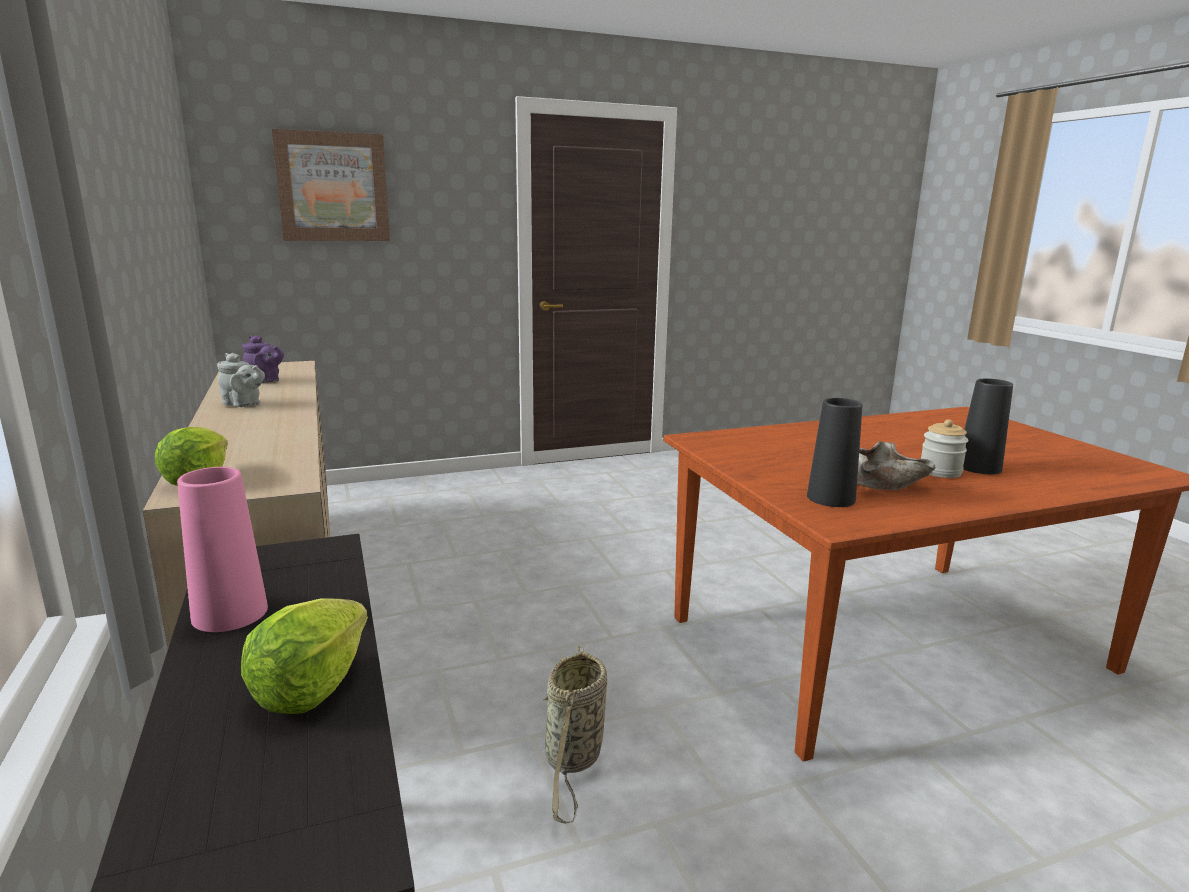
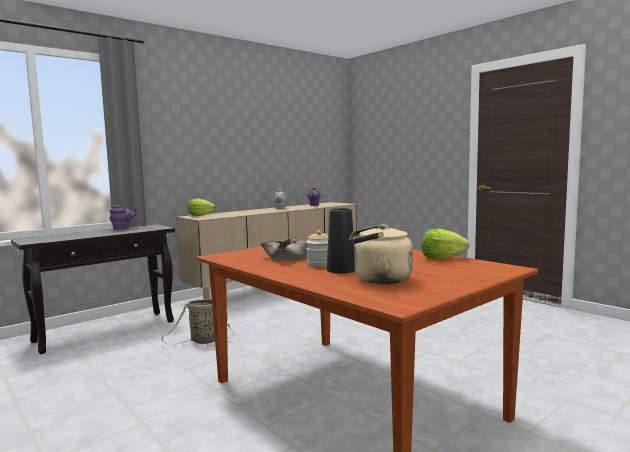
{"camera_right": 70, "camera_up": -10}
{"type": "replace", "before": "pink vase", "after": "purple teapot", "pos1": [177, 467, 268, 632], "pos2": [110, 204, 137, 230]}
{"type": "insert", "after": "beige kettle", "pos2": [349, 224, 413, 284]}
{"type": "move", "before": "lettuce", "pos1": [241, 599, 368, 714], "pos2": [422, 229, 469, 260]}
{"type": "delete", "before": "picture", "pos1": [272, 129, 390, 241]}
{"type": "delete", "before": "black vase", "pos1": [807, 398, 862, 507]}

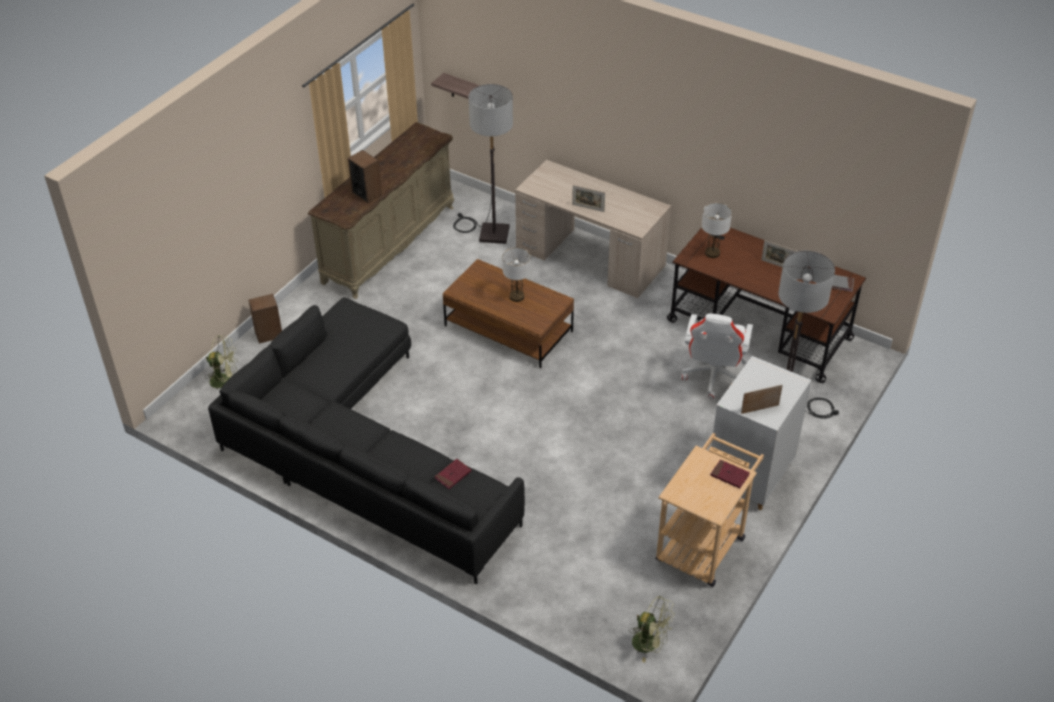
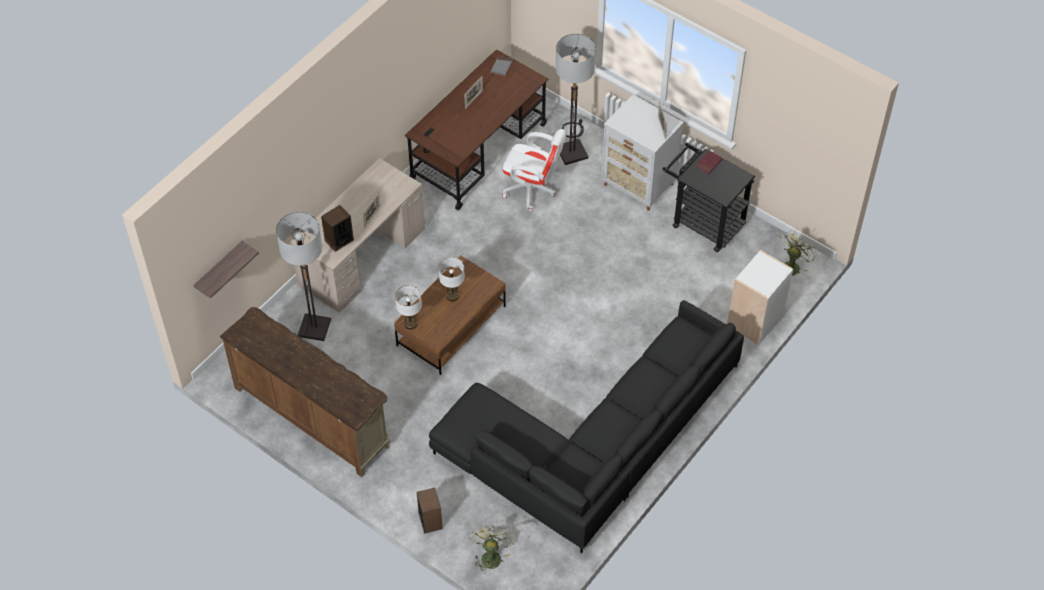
{"camera_right": -85, "camera_up": 10}
{"type": "move", "before": "speaker", "pos1": [348, 150, 382, 203], "pos2": [321, 205, 354, 252]}
{"type": "move", "before": "table lamp", "pos1": [702, 203, 732, 258], "pos2": [395, 285, 422, 330]}
{"type": "recolor", "before": "beige cart", "after": "black cart", "pos1": [656, 433, 764, 587], "pos2": [662, 143, 755, 252]}
{"type": "insert", "after": "white bookcase", "pos2": [727, 250, 793, 345]}
{"type": "delete", "before": "red book", "pos1": [435, 459, 471, 489]}

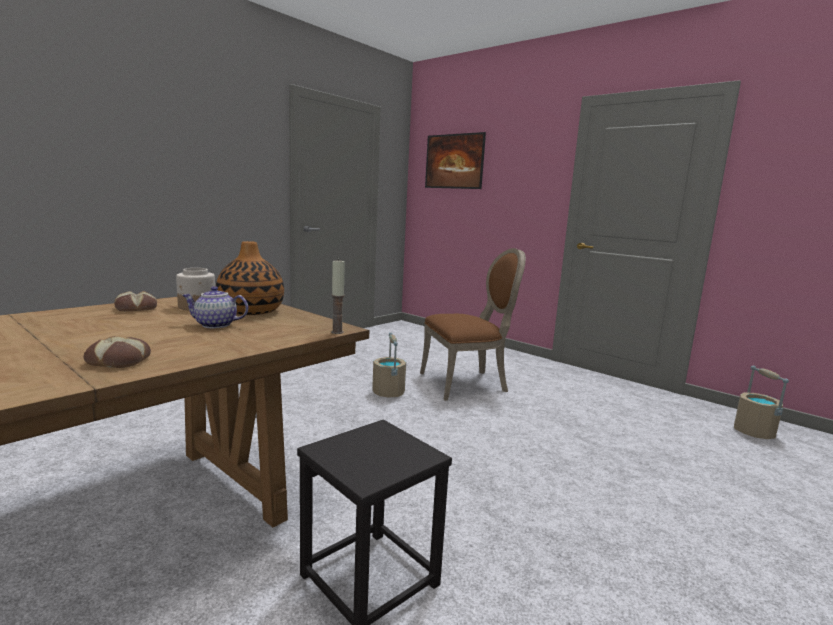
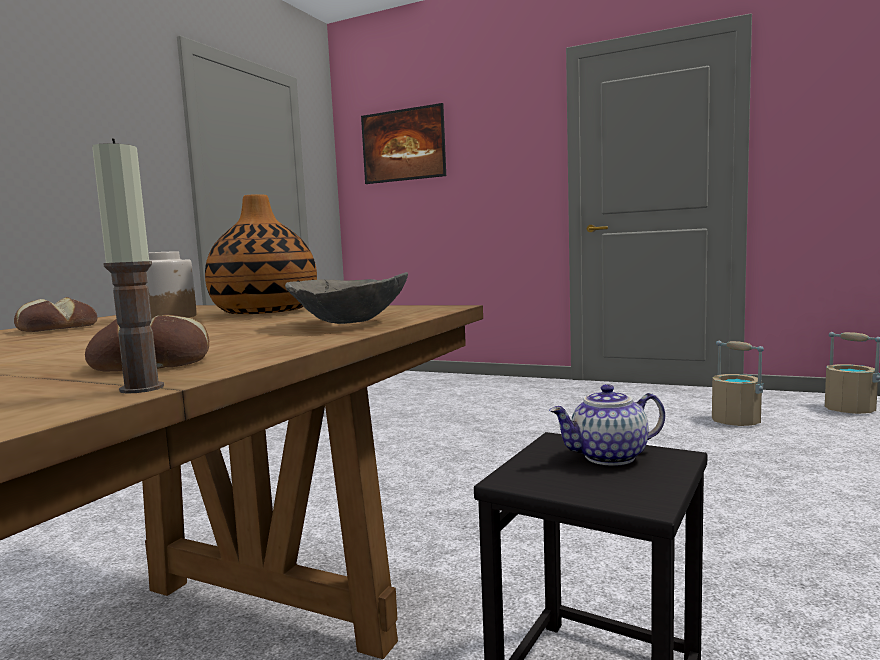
{"camera_right": -15, "camera_up": -5}
{"type": "move", "before": "candle", "pos1": [331, 259, 345, 334], "pos2": [92, 138, 164, 394]}
{"type": "insert", "after": "grey bowl", "pos2": [285, 272, 408, 324]}
{"type": "move", "before": "teapot", "pos1": [182, 286, 248, 328], "pos2": [549, 384, 665, 466]}
{"type": "move", "before": "beige bucket", "pos1": [372, 332, 406, 397], "pos2": [712, 341, 764, 426]}
{"type": "delete", "before": "brown chair", "pos1": [420, 248, 526, 401]}

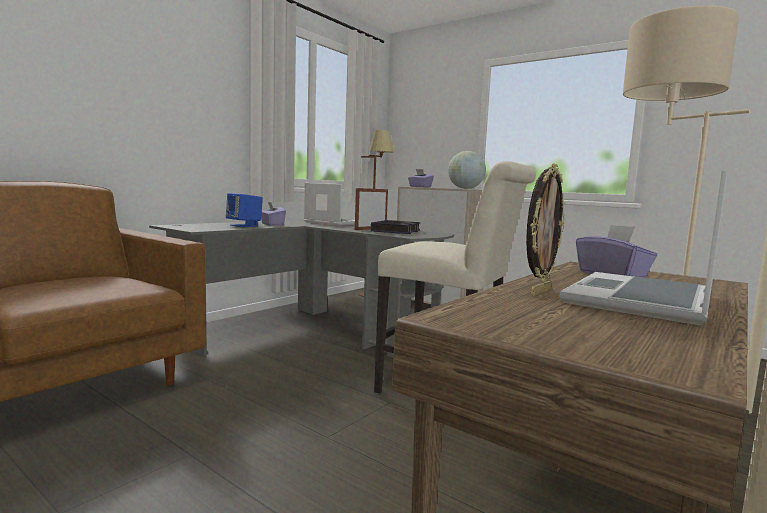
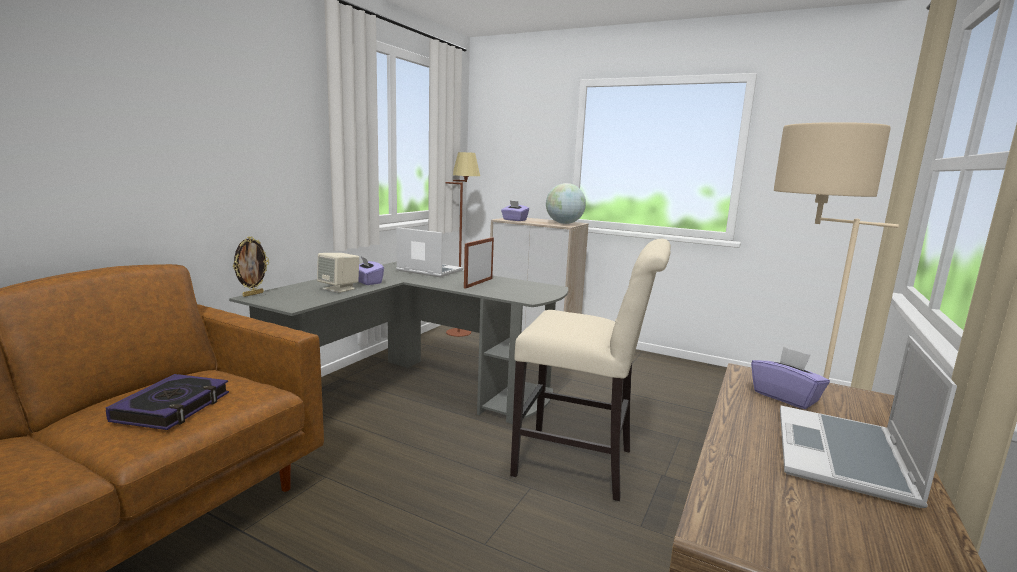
{"camera_right": -10, "camera_up": 5}
{"type": "move", "before": "book", "pos1": [371, 220, 420, 234], "pos2": [106, 374, 229, 430]}
{"type": "move", "before": "picture frame", "pos1": [526, 163, 565, 297], "pos2": [233, 236, 269, 297]}
{"type": "recolor", "before": "blue speaker", "after": "beige speaker", "pos1": [226, 193, 263, 227], "pos2": [317, 253, 359, 293]}

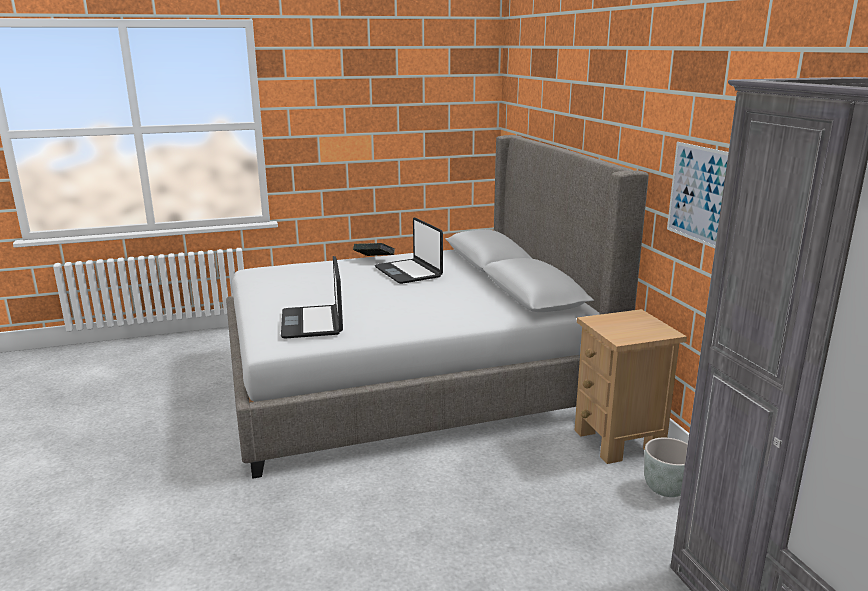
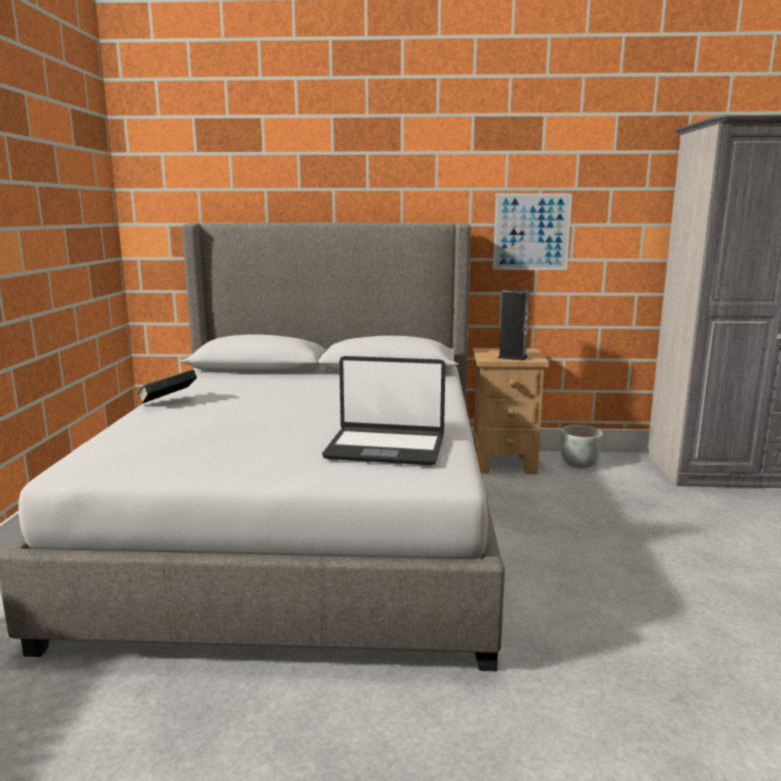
{"camera_right": -70, "camera_up": -5}
{"type": "insert", "after": "speaker", "pos2": [498, 289, 529, 361]}
{"type": "delete", "before": "laptop", "pos1": [375, 217, 443, 284]}

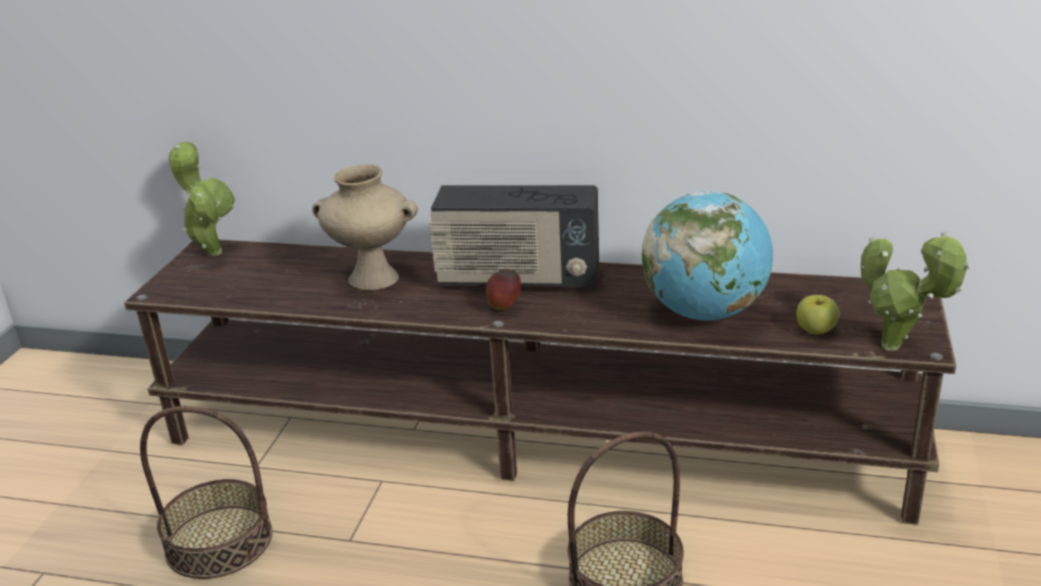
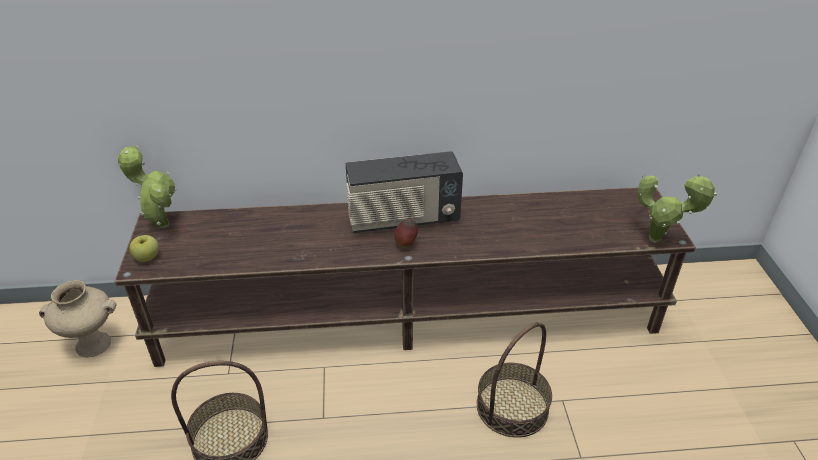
{"camera_right": -20, "camera_up": 10}
{"type": "move", "before": "beige vase", "pos1": [312, 164, 418, 290], "pos2": [39, 280, 116, 357]}
{"type": "move", "before": "apple", "pos1": [797, 295, 840, 334], "pos2": [129, 235, 159, 262]}
{"type": "delete", "before": "globe", "pos1": [642, 190, 773, 321]}

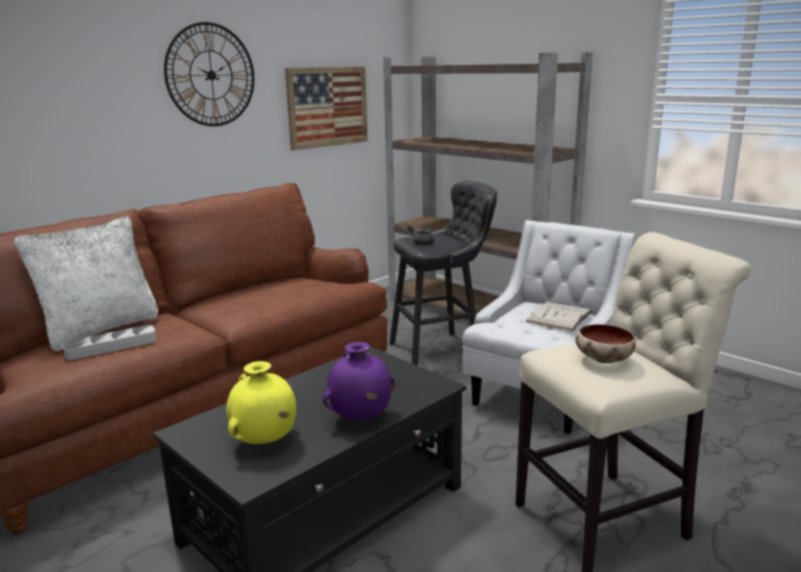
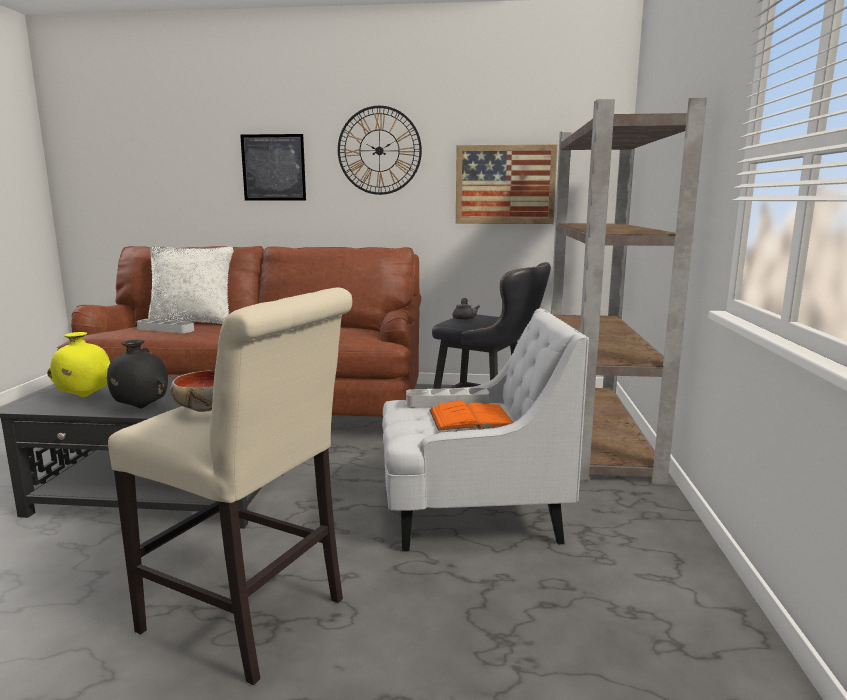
{"camera_right": 50, "camera_up": -5}
{"type": "recolor", "before": "purple vase", "after": "black vase", "pos1": [323, 342, 395, 420], "pos2": [107, 340, 168, 408]}
{"type": "insert", "after": "picture", "pos2": [240, 134, 306, 201]}
{"type": "insert", "after": "grey tray", "pos2": [406, 388, 489, 407]}
{"type": "recolor", "before": "white book", "after": "orange book", "pos1": [526, 302, 592, 331], "pos2": [429, 400, 513, 430]}

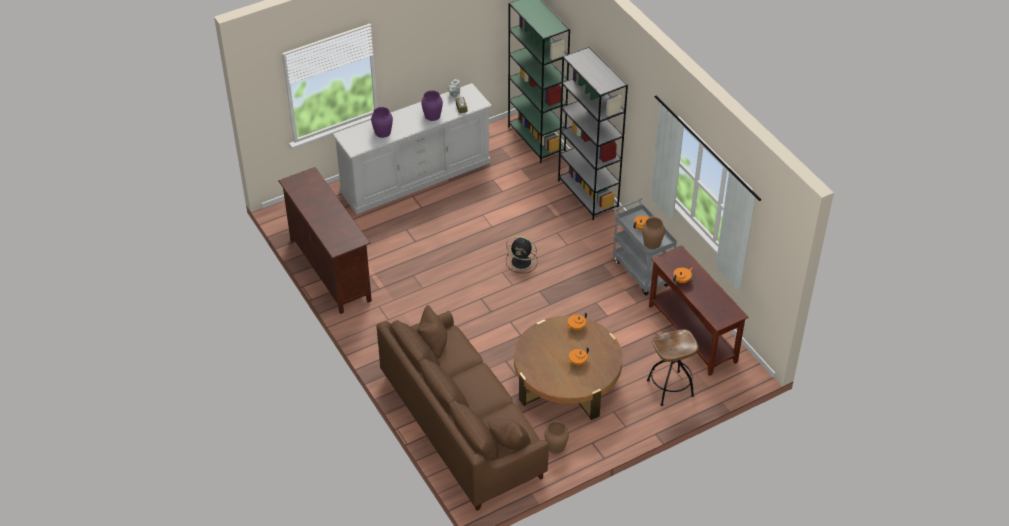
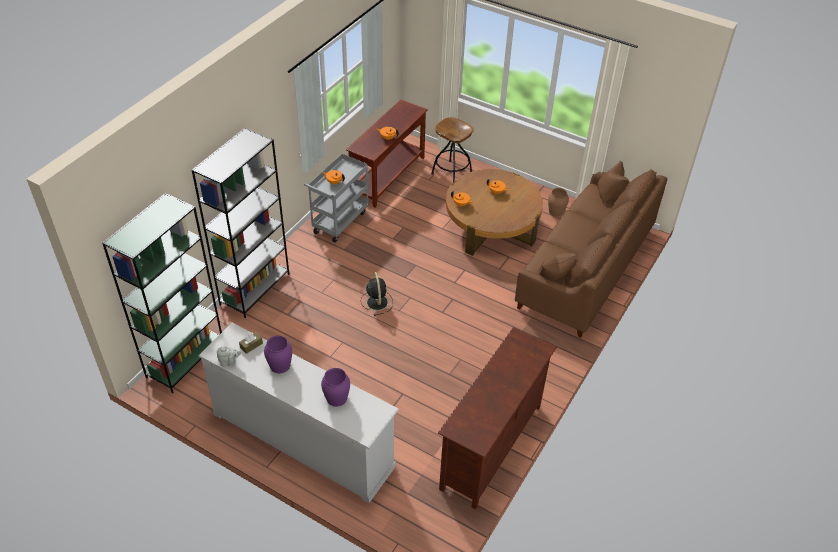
{"camera_right": -120, "camera_up": 0}
{"type": "delete", "before": "brown vase", "pos1": [642, 217, 665, 249]}

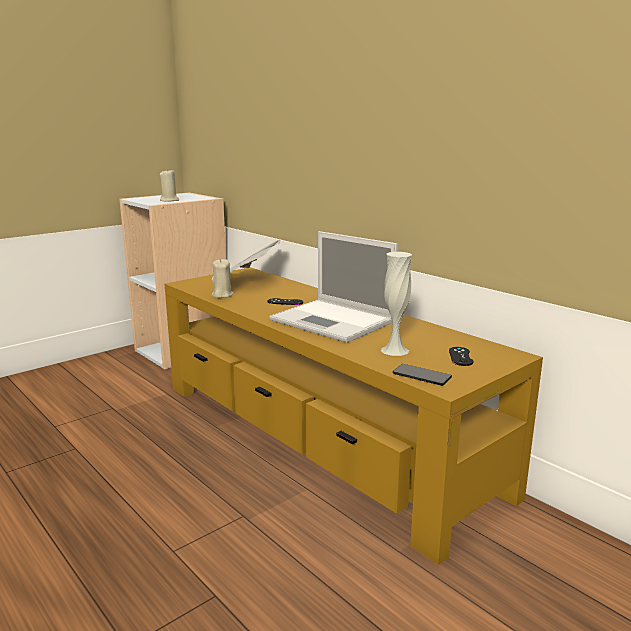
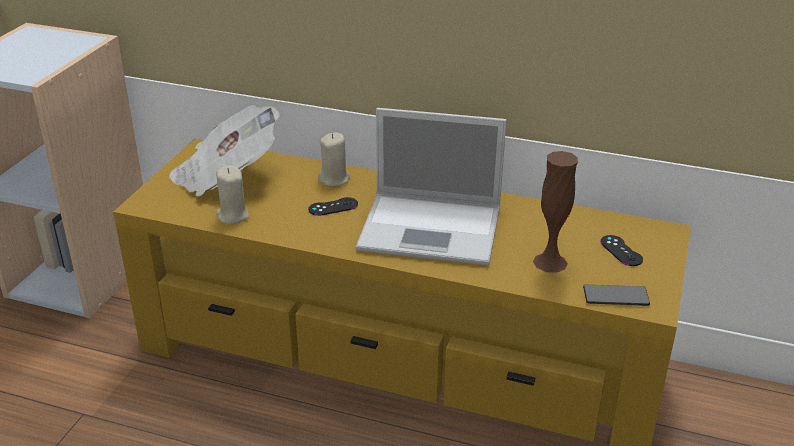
{"camera_right": -30, "camera_up": 15}
{"type": "move", "before": "beige candle", "pos1": [160, 168, 179, 201], "pos2": [318, 132, 350, 186]}
{"type": "recolor", "before": "white vase", "after": "brown vase", "pos1": [381, 252, 412, 356], "pos2": [533, 151, 578, 273]}

